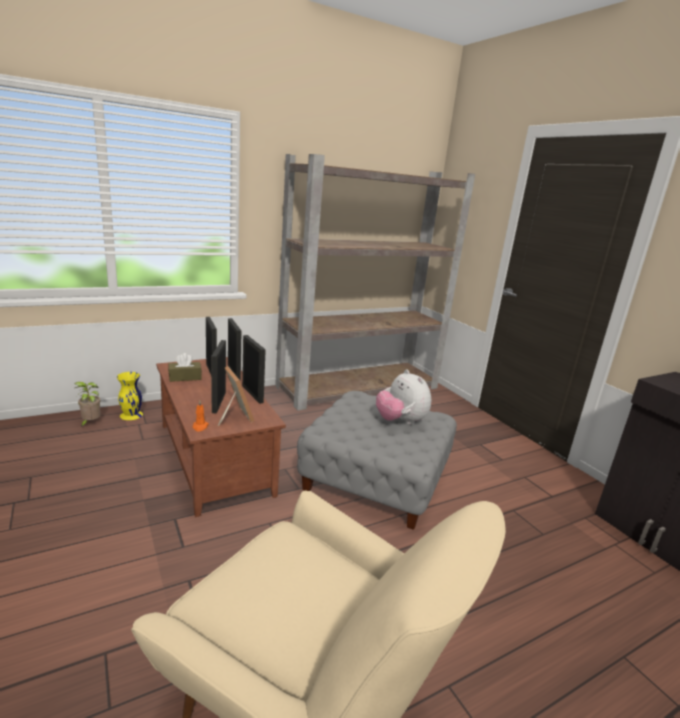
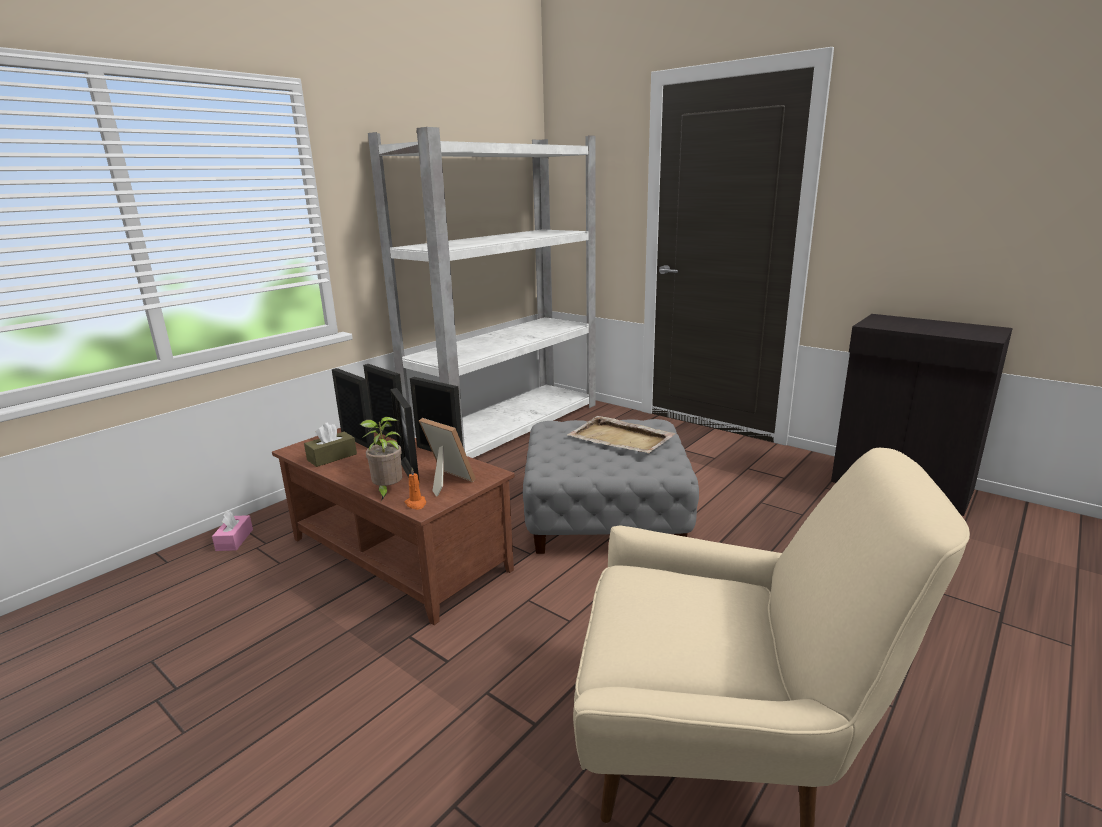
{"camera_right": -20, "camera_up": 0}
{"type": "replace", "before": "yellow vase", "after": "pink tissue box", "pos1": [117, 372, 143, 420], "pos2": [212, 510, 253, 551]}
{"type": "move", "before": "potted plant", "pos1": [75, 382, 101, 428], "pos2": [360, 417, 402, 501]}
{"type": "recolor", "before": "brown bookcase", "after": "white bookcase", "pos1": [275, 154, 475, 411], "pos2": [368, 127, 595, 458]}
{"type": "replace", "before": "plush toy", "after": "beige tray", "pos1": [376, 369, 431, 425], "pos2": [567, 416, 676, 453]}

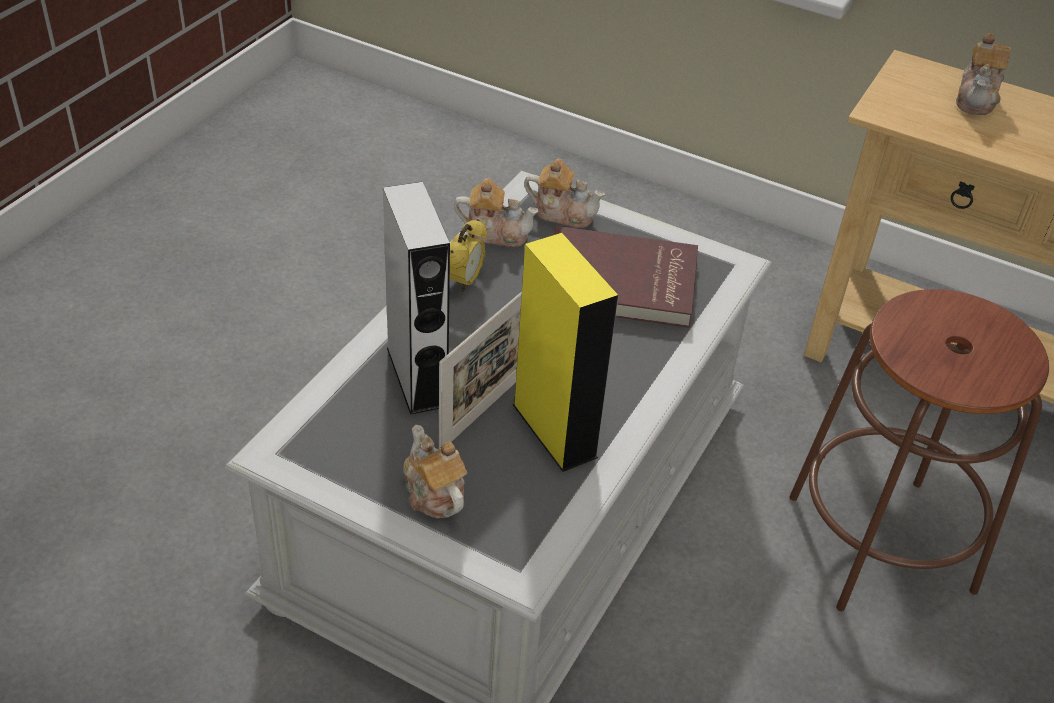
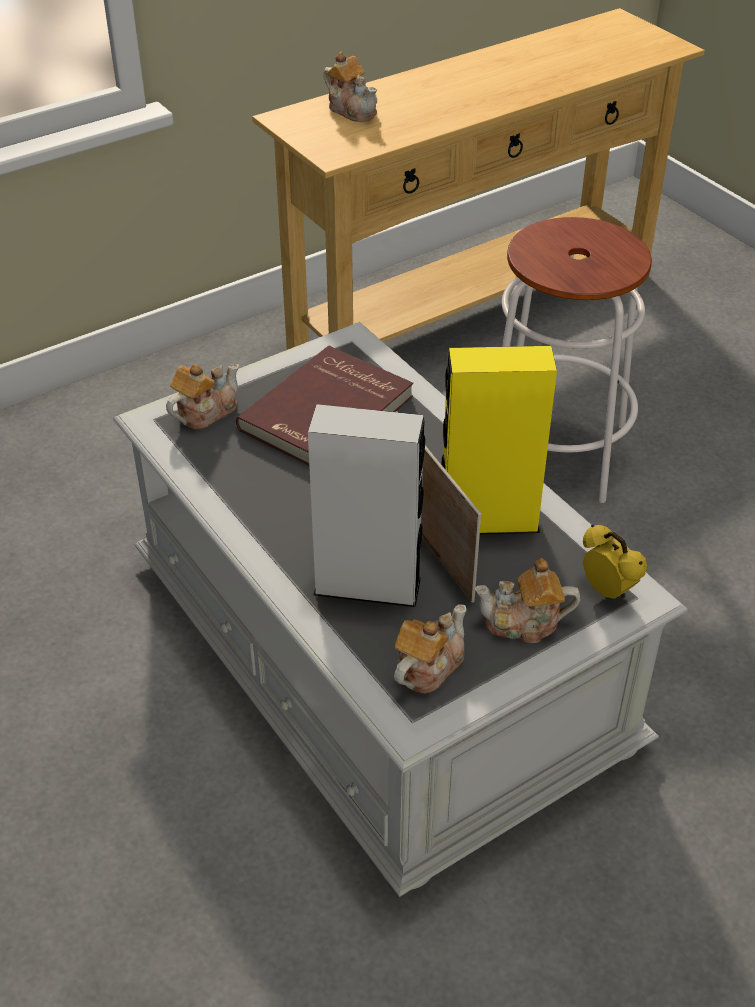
{"camera_right": -60, "camera_up": 0}
{"type": "move", "before": "teapot", "pos1": [454, 178, 539, 247], "pos2": [394, 604, 467, 694]}
{"type": "recolor", "before": "brown stool", "after": "white stool", "pos1": [789, 289, 1049, 611], "pos2": [502, 217, 652, 503]}
{"type": "move", "before": "alarm clock", "pos1": [450, 219, 487, 292], "pos2": [583, 524, 648, 599]}

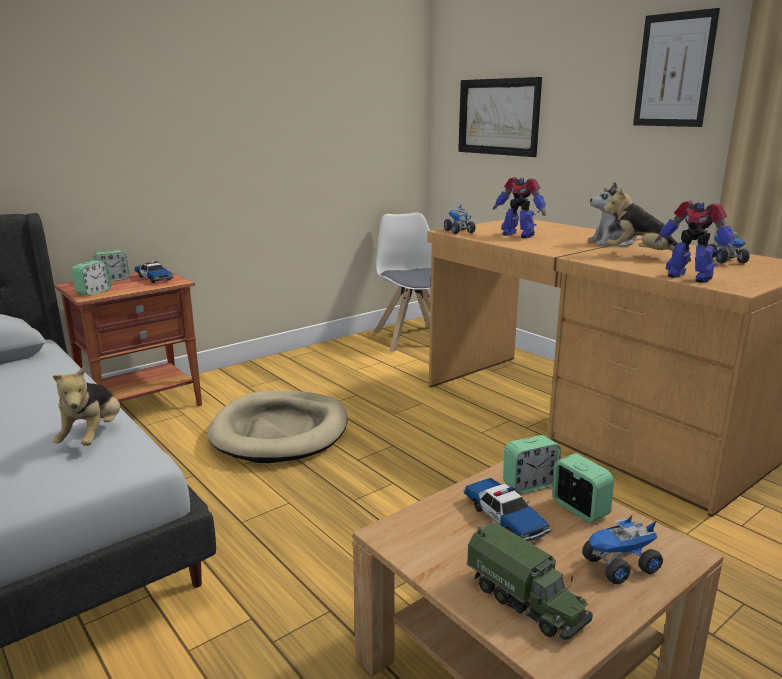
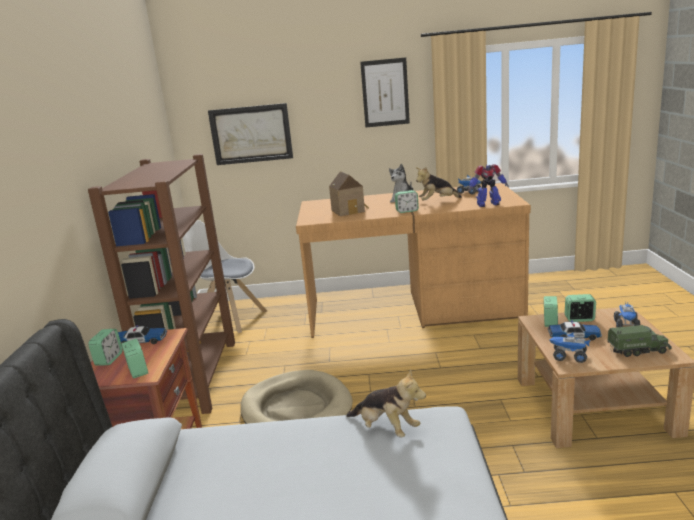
{"camera_right": -50, "camera_up": 0}
{"type": "insert", "after": "brown bookcase", "pos2": [88, 154, 235, 414]}
{"type": "replace", "before": "toy robot", "after": "toy house", "pos1": [493, 177, 546, 238], "pos2": [329, 171, 369, 216]}
{"type": "insert", "after": "alarm clock", "pos2": [395, 190, 419, 213]}
{"type": "move", "before": "toy truck", "pos1": [444, 205, 476, 234], "pos2": [549, 332, 590, 363]}

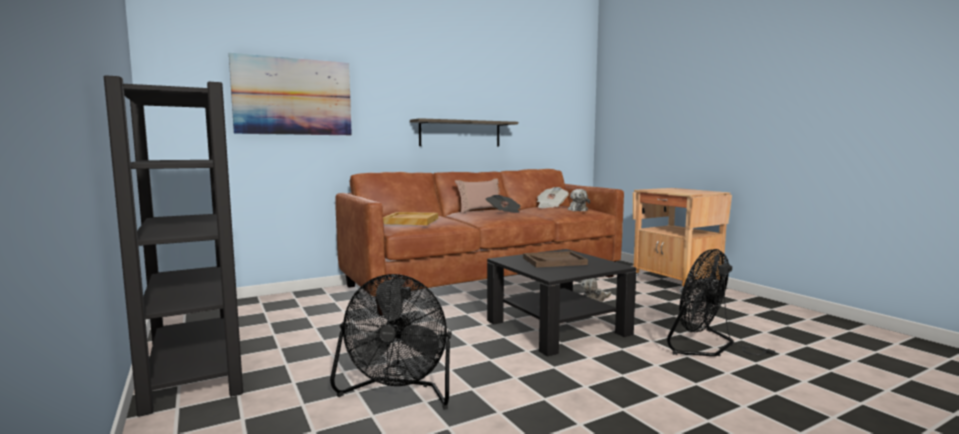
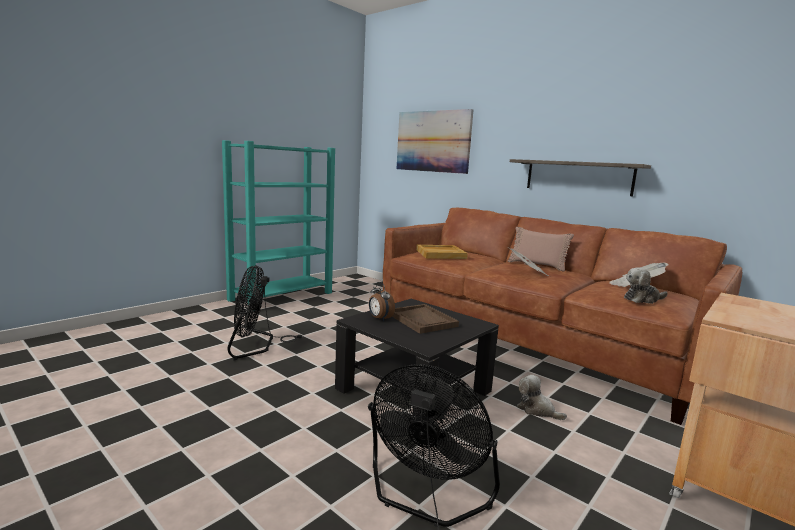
{"camera_right": 70, "camera_up": 5}
{"type": "recolor", "before": "black bookcase", "after": "turquoise bookcase", "pos1": [104, 75, 243, 417], "pos2": [222, 140, 335, 311]}
{"type": "insert", "after": "alarm clock", "pos2": [369, 282, 395, 321]}

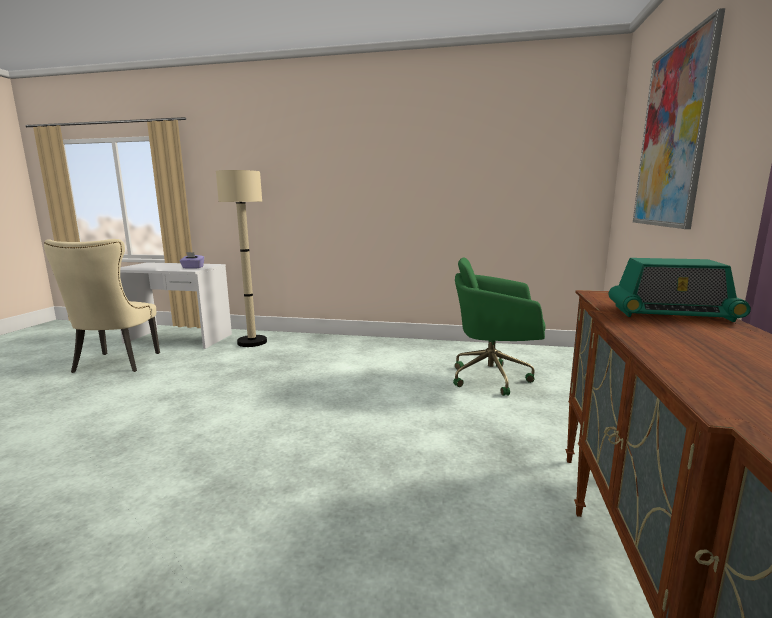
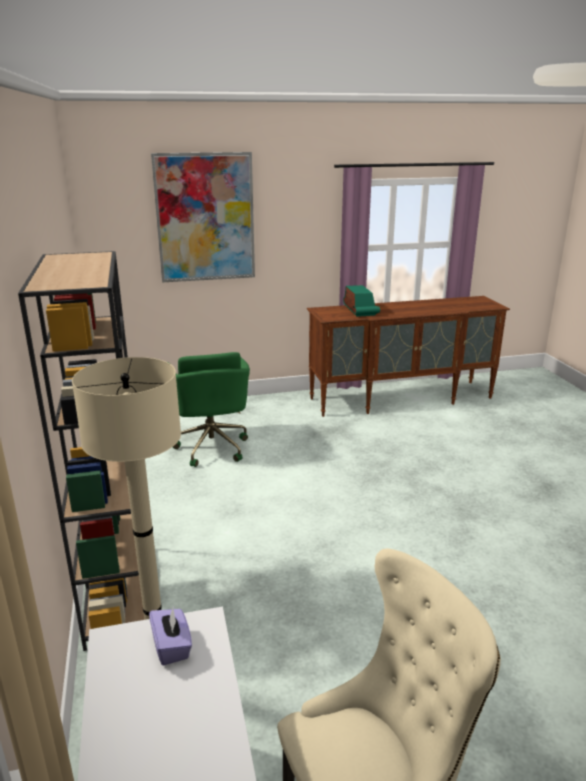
{"camera_right": -115, "camera_up": 10}
{"type": "insert", "after": "bookcase", "pos2": [18, 251, 144, 651]}

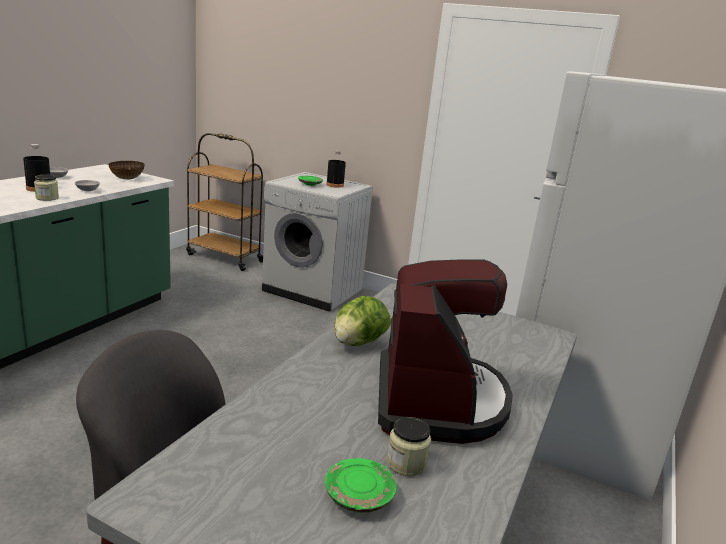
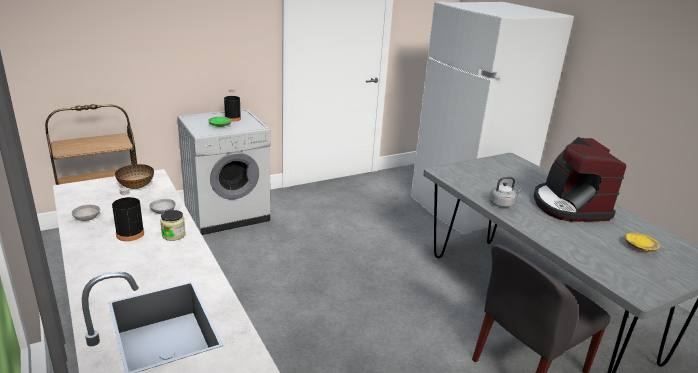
{"camera_right": -55, "camera_up": 5}
{"type": "replace", "before": "lettuce", "after": "grey kettle", "pos1": [335, 296, 391, 346], "pos2": [489, 177, 523, 207]}
{"type": "rotate", "before": "coffee machine", "pos1": [378, 259, 513, 444], "pos2": [534, 137, 626, 222], "turn": -135}
{"type": "recolor", "before": "green plate", "after": "yellow plate", "pos1": [325, 458, 397, 513], "pos2": [625, 233, 660, 252]}
{"type": "delete", "before": "jar", "pos1": [387, 417, 431, 476]}

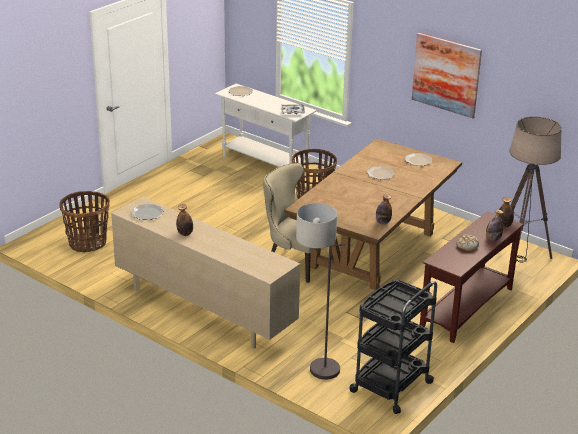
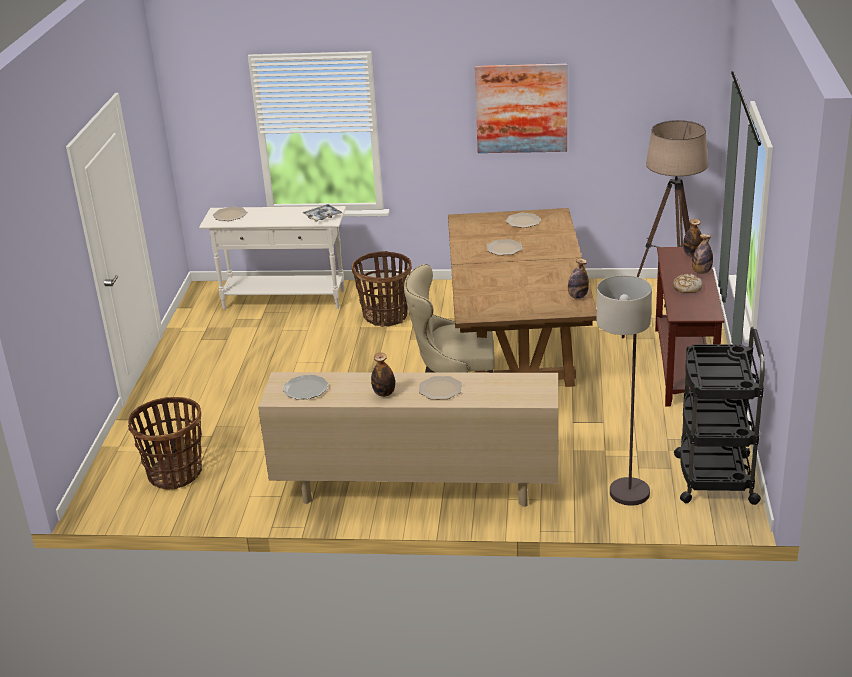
{"camera_right": -30, "camera_up": 0}
{"type": "insert", "after": "plate", "pos2": [419, 376, 462, 399]}

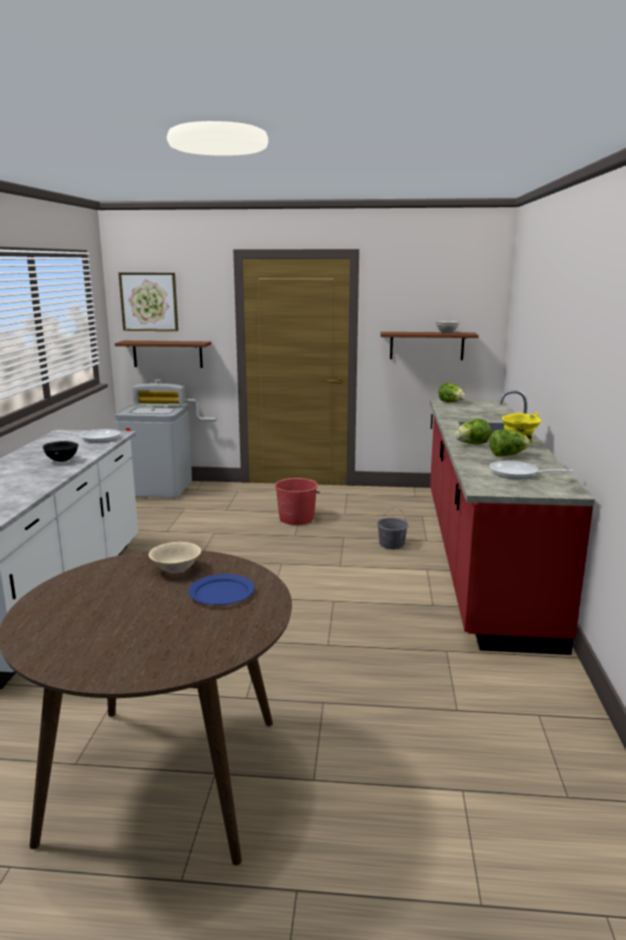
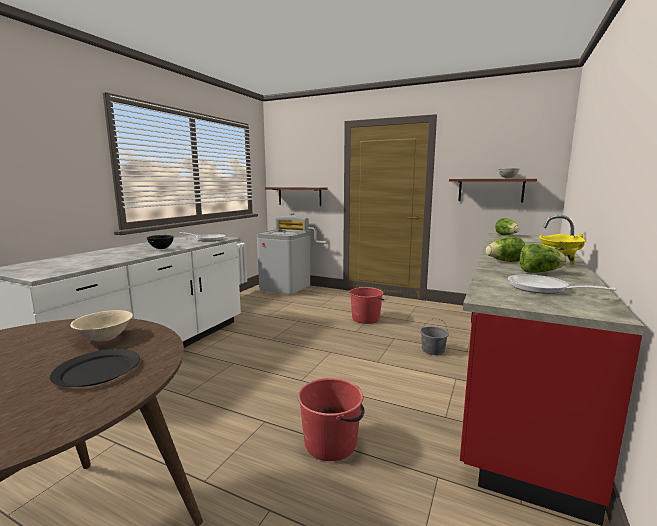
{"camera_right": 20, "camera_up": -5}
{"type": "recolor", "before": "blue plate", "after": "black plate", "pos1": [188, 574, 255, 605], "pos2": [50, 349, 140, 387]}
{"type": "insert", "after": "red bucket", "pos2": [298, 378, 364, 461]}
{"type": "delete", "before": "picture", "pos1": [118, 273, 178, 331]}

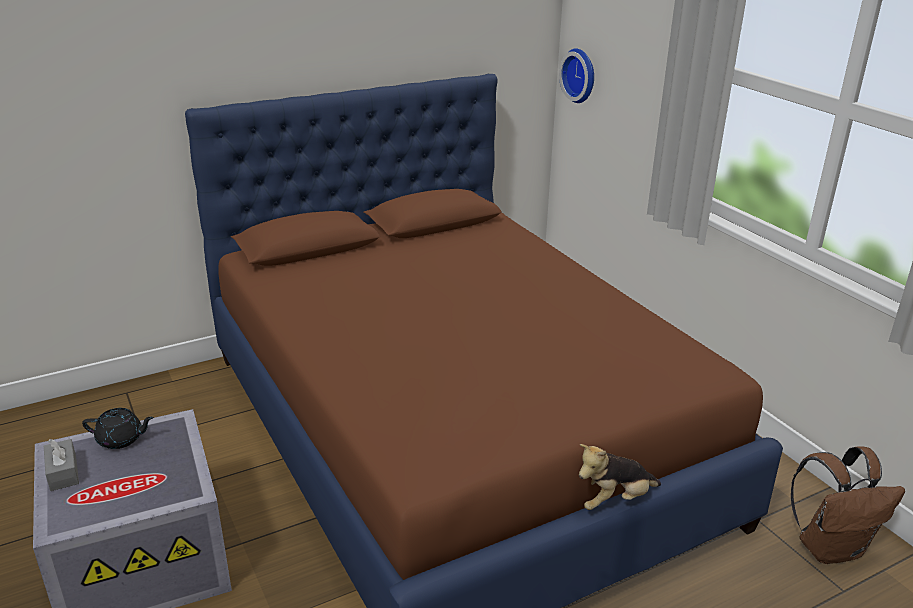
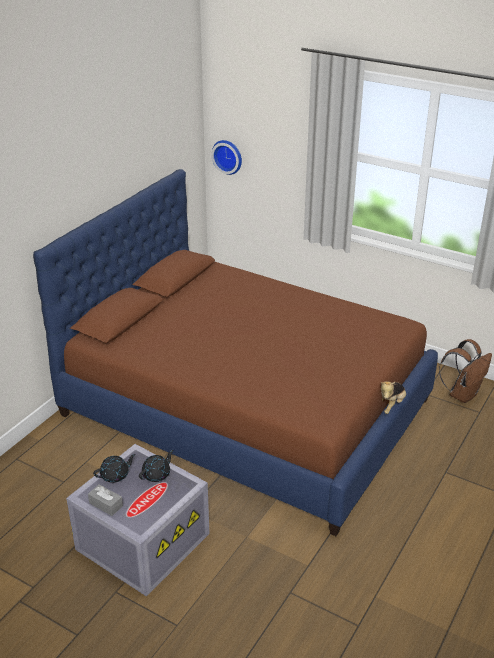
{"camera_right": -30, "camera_up": 5}
{"type": "insert", "after": "black teapot", "pos2": [139, 450, 174, 482]}

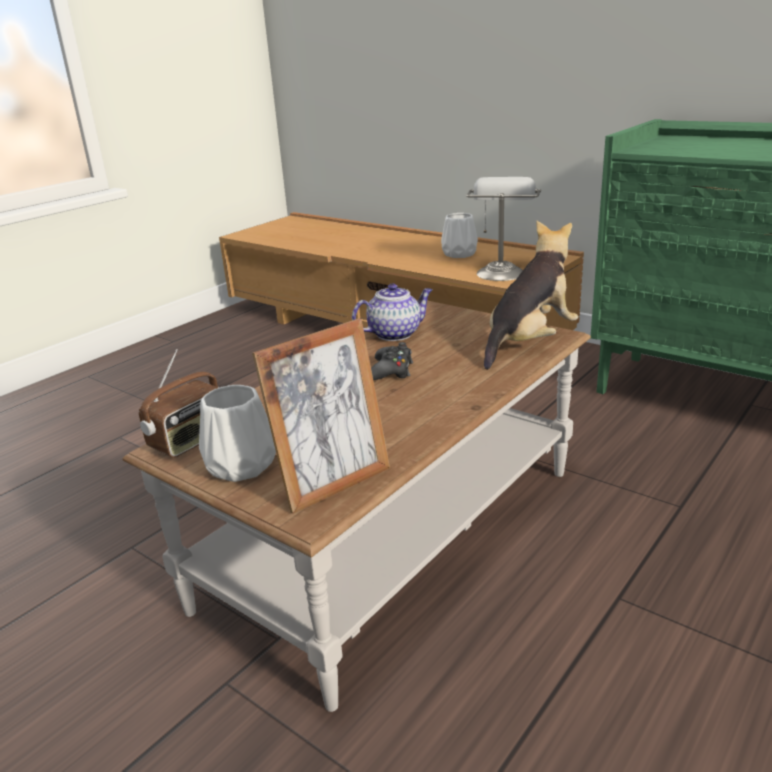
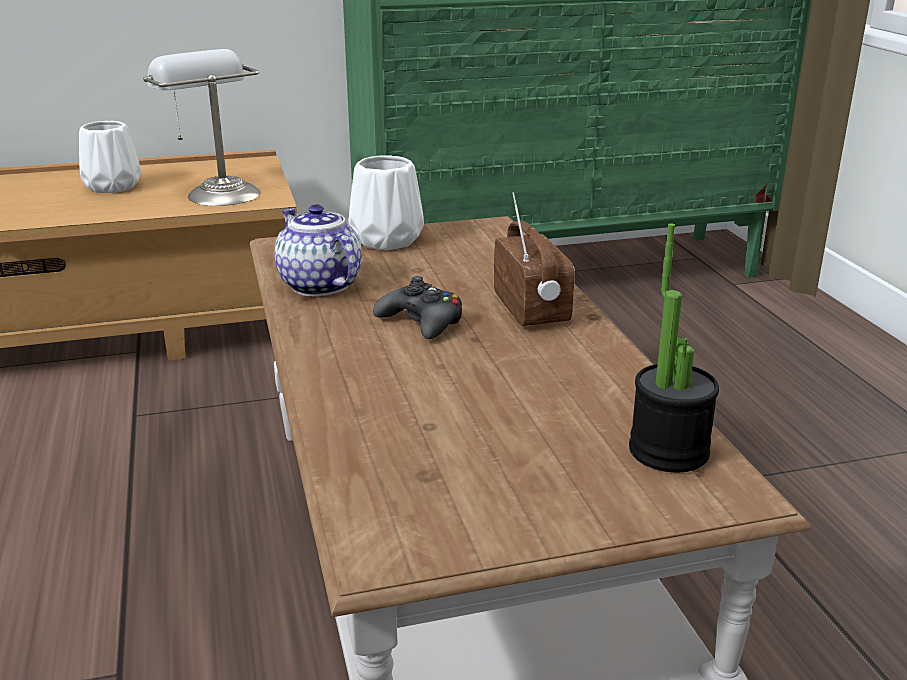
{"camera_right": -55, "camera_up": 0}
{"type": "rotate", "before": "teapot", "pos1": [352, 283, 432, 341], "pos2": [274, 204, 362, 296], "turn": -45}
{"type": "move", "before": "white vase", "pos1": [199, 385, 276, 482], "pos2": [348, 155, 424, 250]}
{"type": "move", "before": "radio", "pos1": [139, 349, 219, 458], "pos2": [494, 192, 575, 326]}
{"type": "replace", "before": "picture frame", "after": "potted plant", "pos1": [252, 318, 390, 514], "pos2": [629, 223, 719, 473]}
{"type": "delete", "before": "plush toy", "pos1": [484, 221, 578, 370]}

